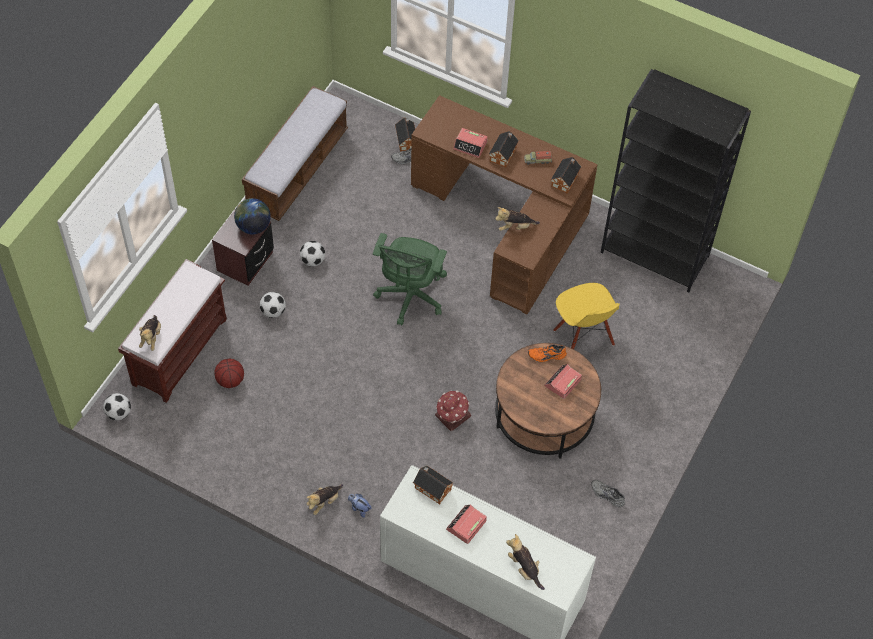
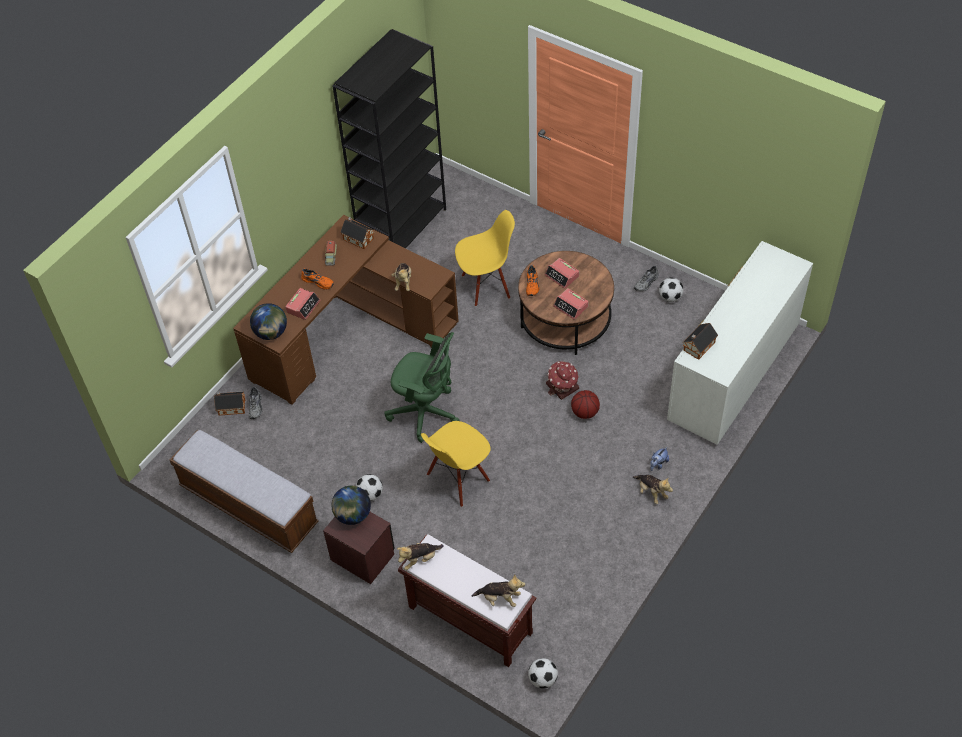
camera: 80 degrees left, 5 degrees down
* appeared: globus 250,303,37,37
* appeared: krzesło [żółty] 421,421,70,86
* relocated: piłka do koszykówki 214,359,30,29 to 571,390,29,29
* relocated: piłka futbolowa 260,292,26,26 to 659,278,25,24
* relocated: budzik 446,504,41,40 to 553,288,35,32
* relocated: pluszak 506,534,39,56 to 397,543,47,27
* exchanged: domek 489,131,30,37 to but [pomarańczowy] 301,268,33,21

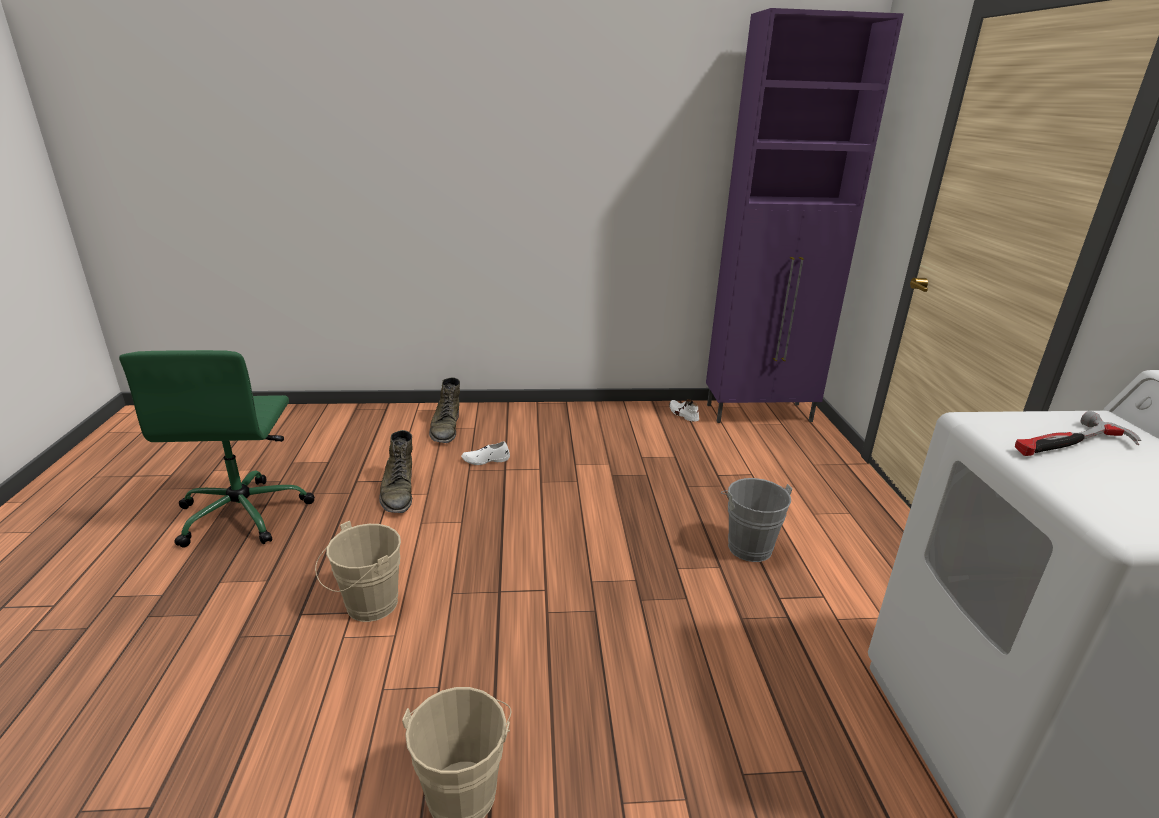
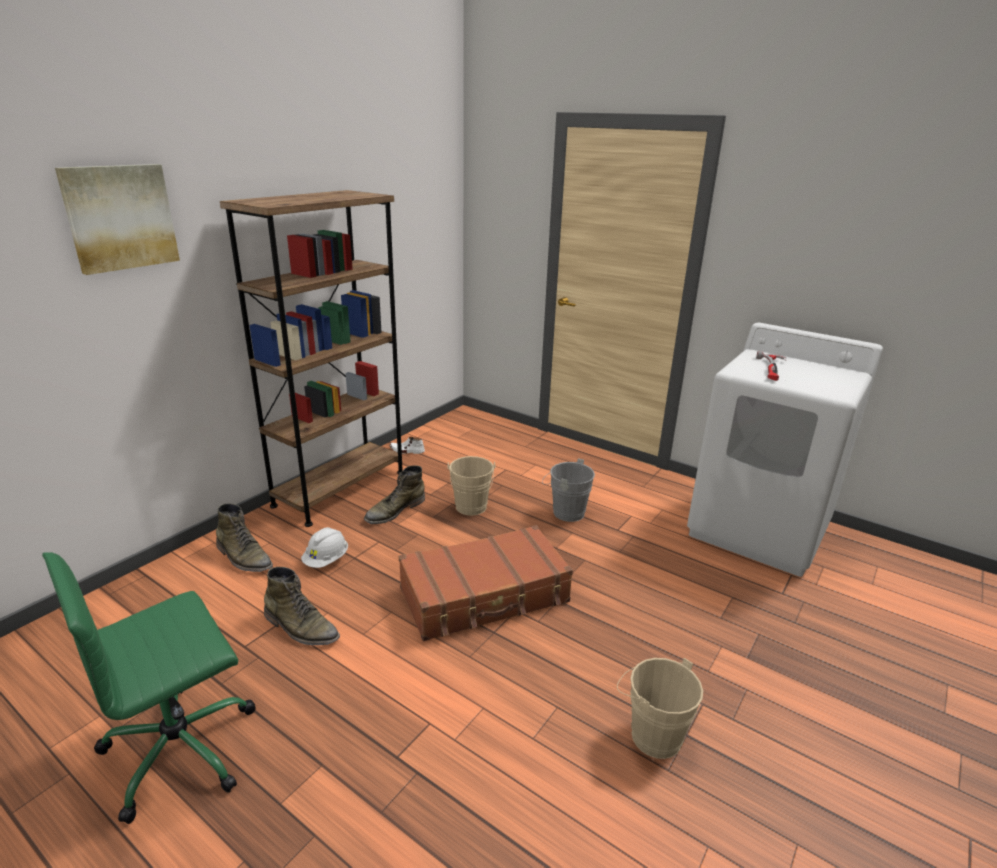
camera: 50 degrees left, 0 degrees up
* missing: szafka [fioletowy] 706,8,198,415
* appeared: obraz 55,164,125,111
* appeared: regał [brązowy] 220,190,183,337
* appeared: but z cholewką [zielony] 364,466,61,58
* appeared: walizka [brązowy] 399,525,174,116
* relocated: wiadro [beżowy] 315,521,86,101 to 448,456,48,60
* exchanged: but [biały] 461,441,49,24 to kask [biały] 301,527,47,41
* spun: krzesło biurowe [zielony] 119,350,196,198 = 42,552,214,272 105 degrees clockwise

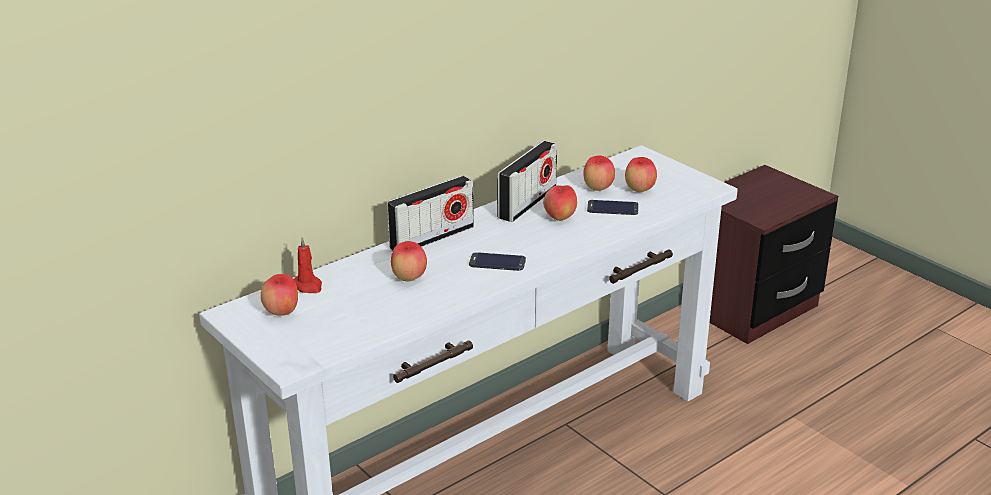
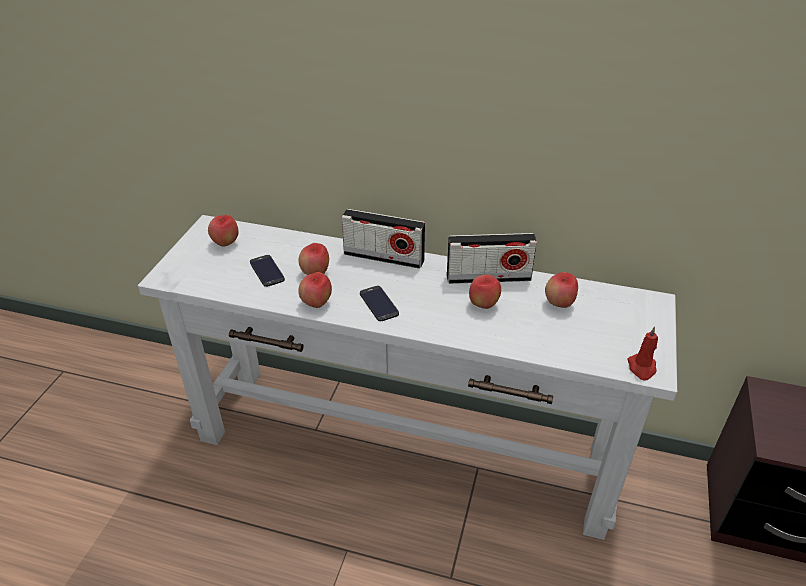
camera: 55 degrees right, 10 degrees up
* relocated: świeca [czerwony] 294,237,28,56 to 627,326,31,55
* relocated: telefon 587,200,52,15 to 250,255,35,32
* relocated: jabłko 625,157,32,35 to 298,272,34,36

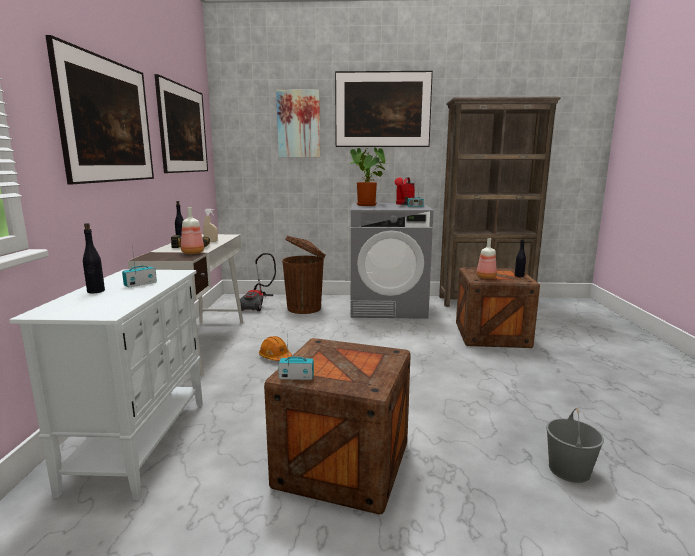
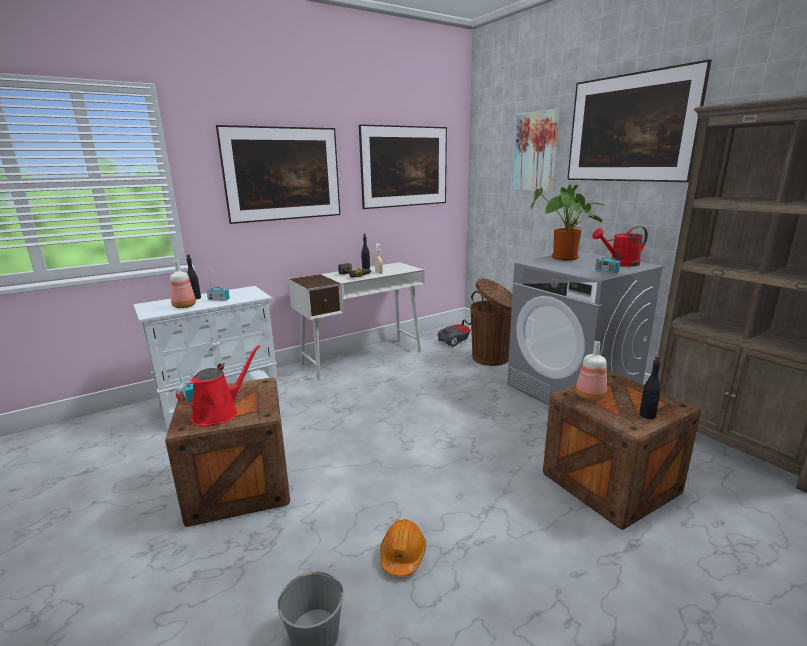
camera: 55 degrees right, 5 degrees up
* appeared: konewka [czerwony] 176,345,85,81
* relocated: butelka 181,207,23,47 to 170,261,26,47
* relocated: kask [pomarańczowy] 259,336,33,25 to 380,519,46,58

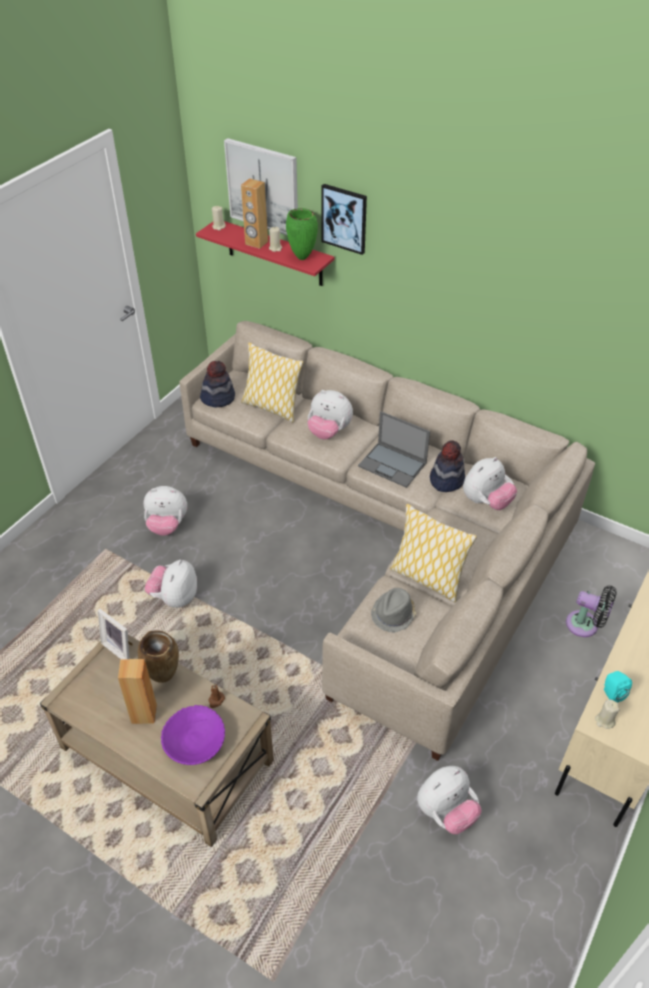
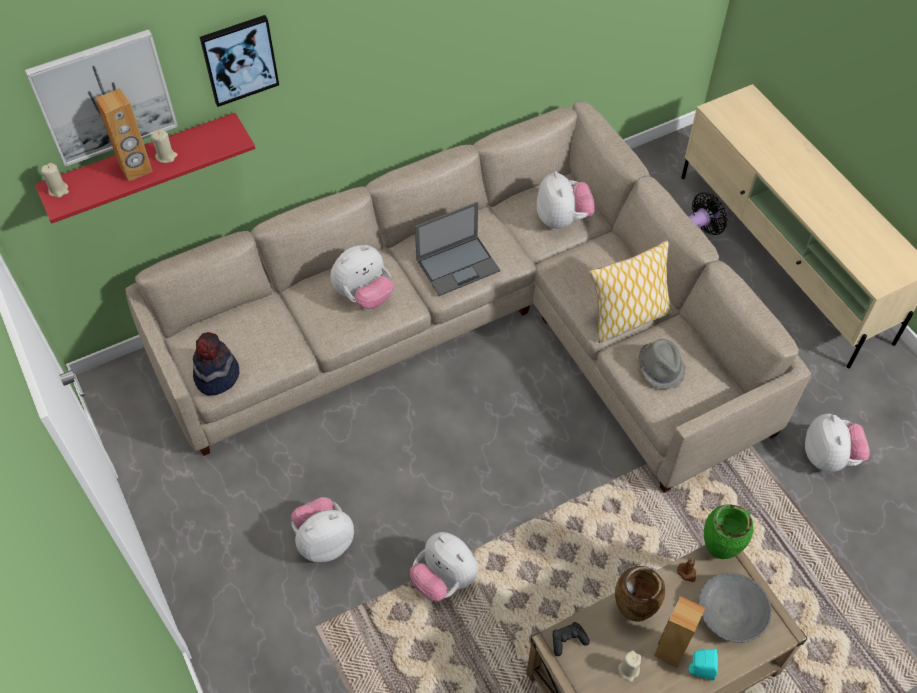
camera: 60 degrees left, 10 degrees up
* missing: poduszka 241,342,63,81
* missing: kapelusz 430,441,35,51
* relocated: wazon [zielony] 286,208,32,52 to 704,504,49,55
* relocated: świeca [beżowy] 595,699,24,30 to 618,650,23,32
* relocated: głośnik [turkusowy] 604,671,28,32 to 687,649,31,31
* exchanged: ramka na zdjęcie 98,609,35,50 to pad do gier [czarny] 553,622,37,34
* colour: miska [fioletowy] 161,705,64,60 to miska [szary] 698,572,74,71
* spun: pluszak 144,486,43,50 = 291,497,63,65 150 degrees counterclockwise

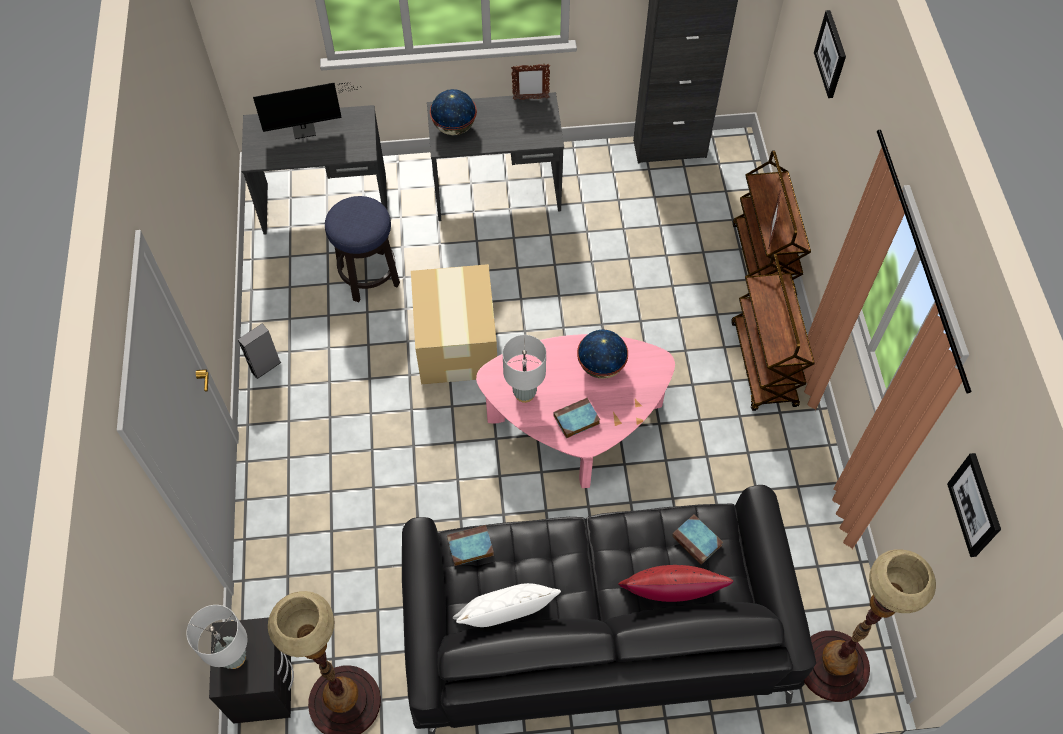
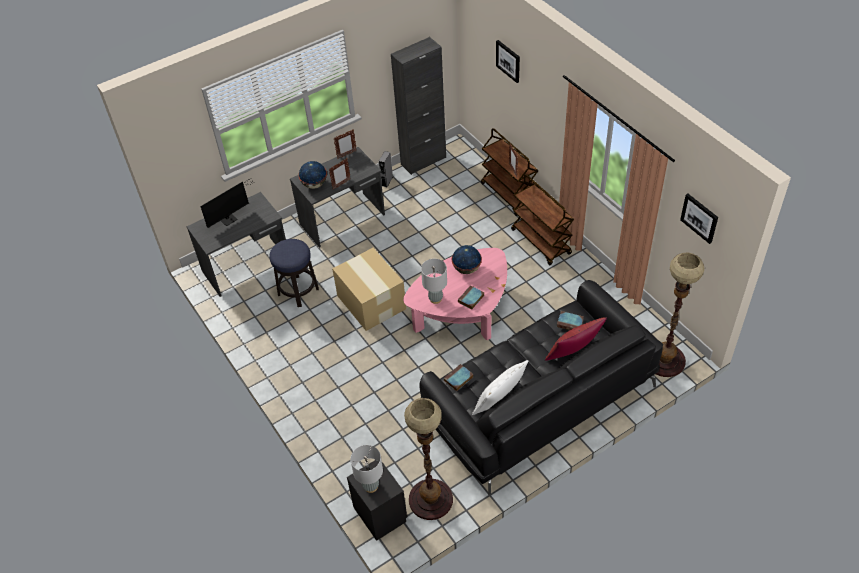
camera: 25 degrees left, 10 degrees down
* appeared: ramka na zdjęcie 329,158,22,32
* relocated: głośnik [szary] 238,324,43,55 to 379,151,14,36

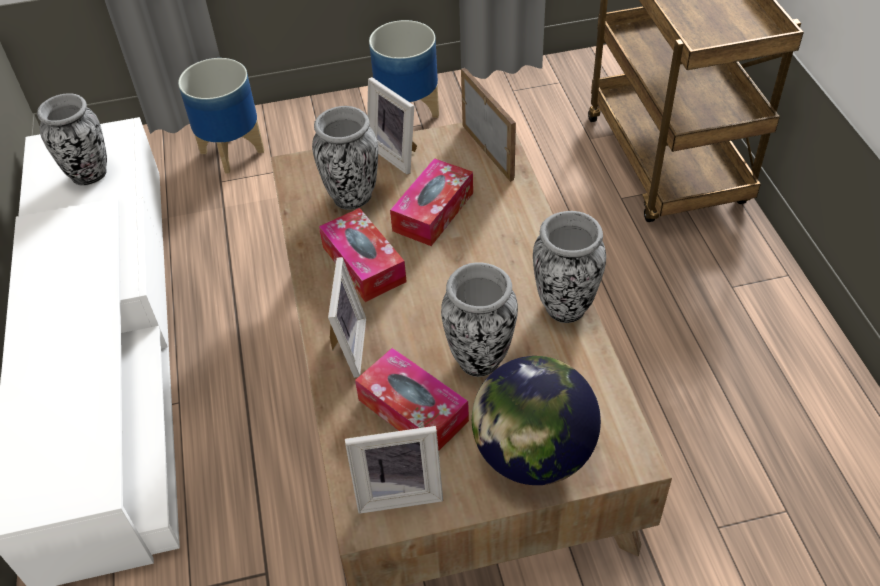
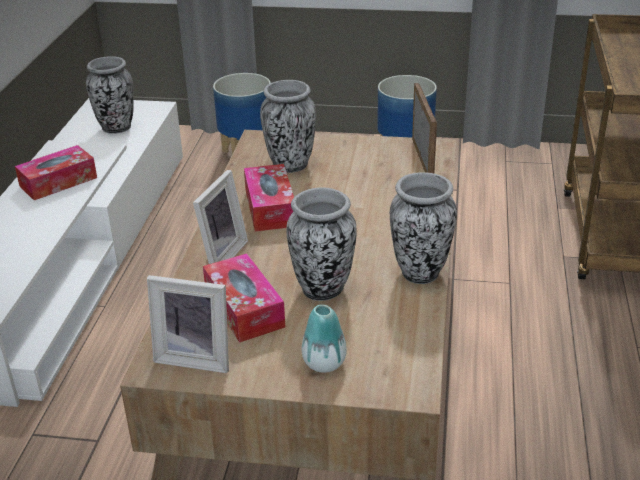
camera: 20 degrees right, 15 degrees down
* missing: ramka na zdjęcie 367,77,50,98
* relocated: pudełko chusteczek 390,158,83,88 to 15,145,82,55
* exchanged: globus 472,356,129,129 to wazon 302,305,45,68

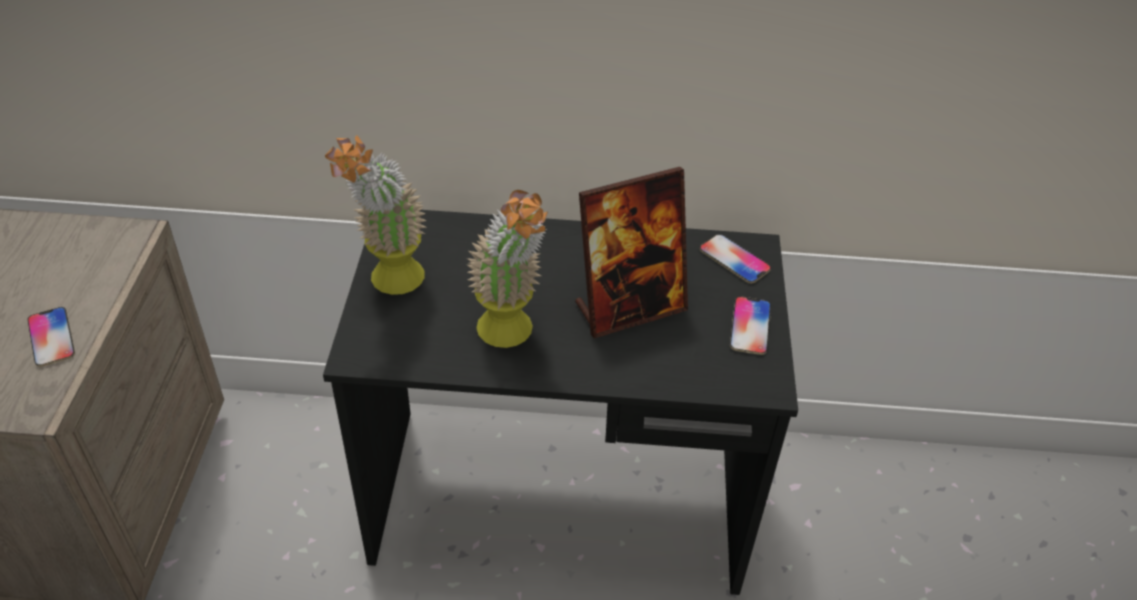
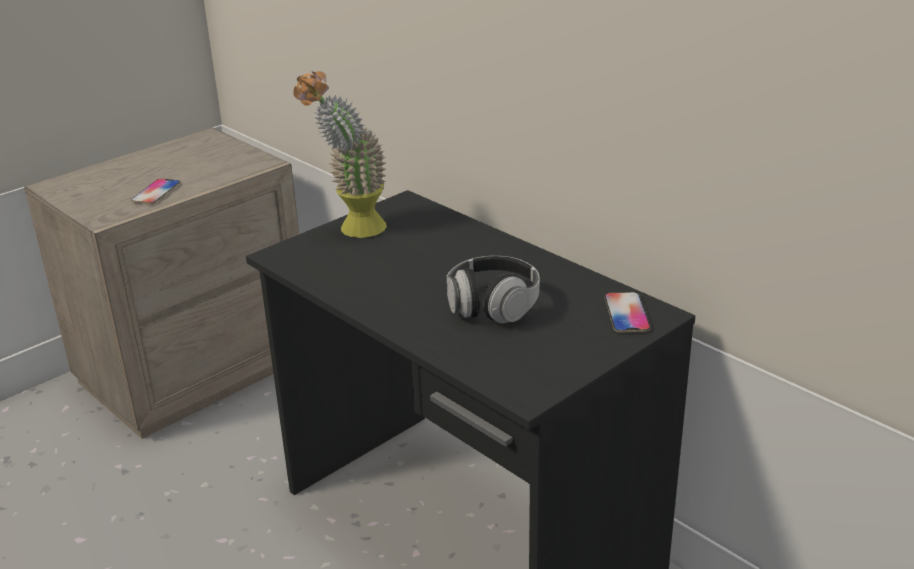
camera: 45 degrees right, 15 degrees down
* missing: roślina doniczkowa 467,190,81,158
* missing: telefon 730,296,41,59
* exchanged: ramka na zdjęcie 575,167,113,172 to słuchawki 447,256,93,67

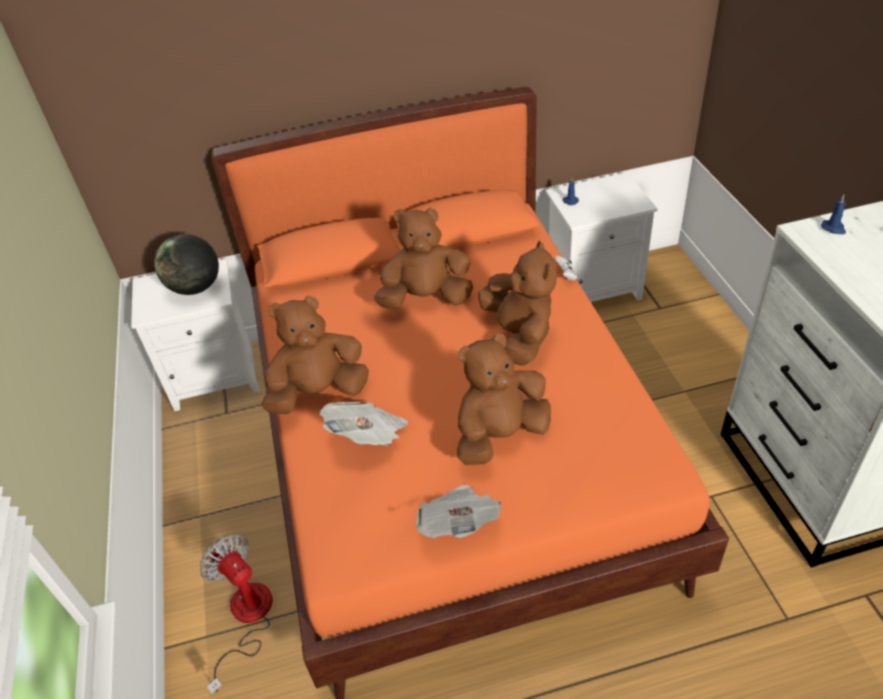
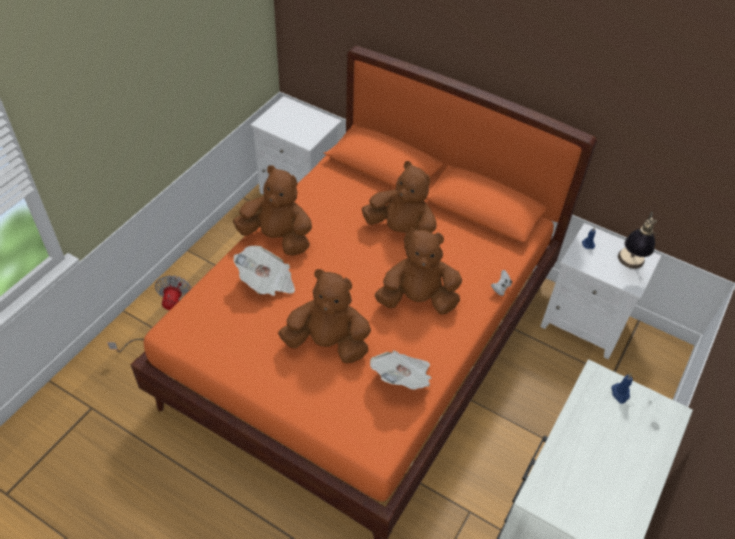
camera: 40 degrees right, 5 degrees up
* missing: globus 154,234,65,61
* appeared: lampa stołowa 618,211,39,58
* relocated: gazeta 416,485,86,53 to 370,350,61,40
* spun: pluszak [brązowy] 478,241,79,124 = 375,228,87,87 120 degrees counterclockwise

